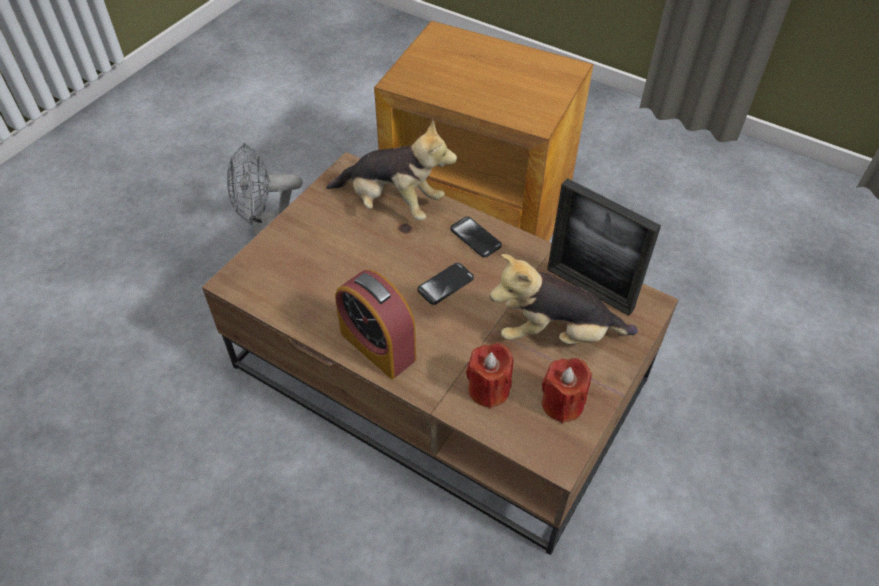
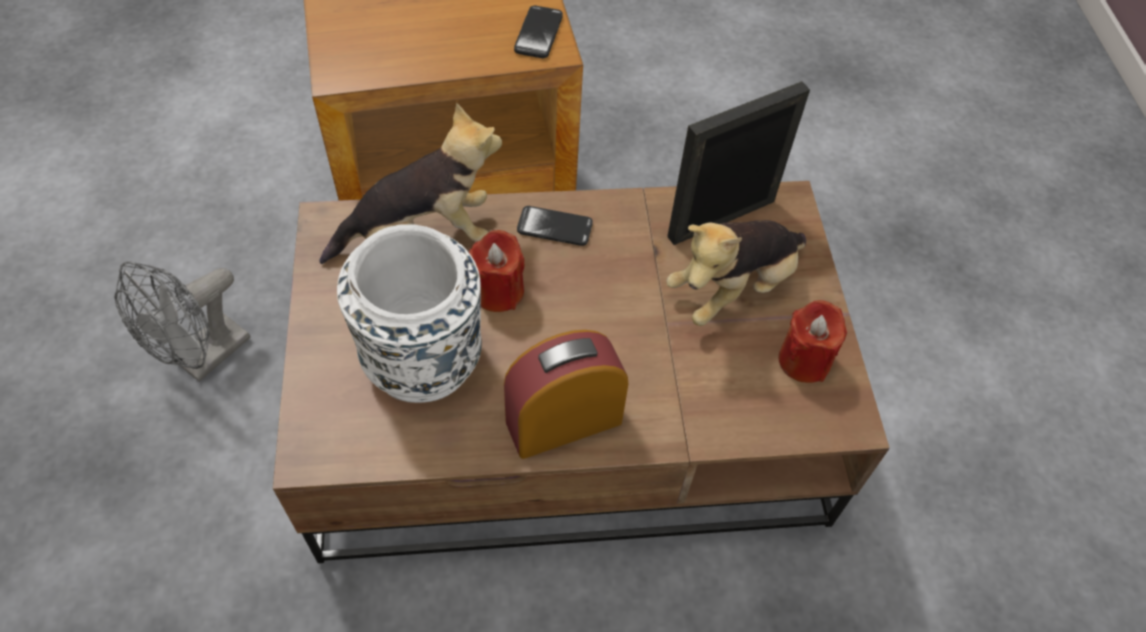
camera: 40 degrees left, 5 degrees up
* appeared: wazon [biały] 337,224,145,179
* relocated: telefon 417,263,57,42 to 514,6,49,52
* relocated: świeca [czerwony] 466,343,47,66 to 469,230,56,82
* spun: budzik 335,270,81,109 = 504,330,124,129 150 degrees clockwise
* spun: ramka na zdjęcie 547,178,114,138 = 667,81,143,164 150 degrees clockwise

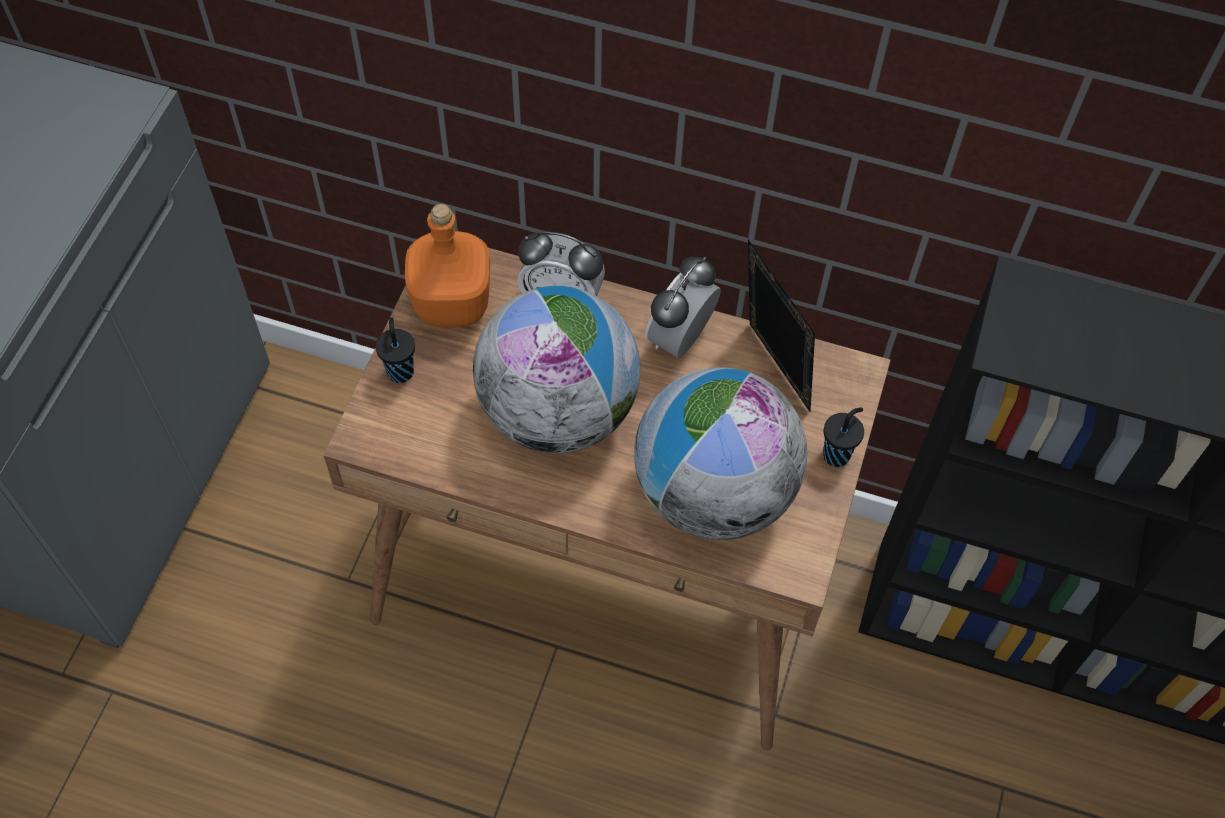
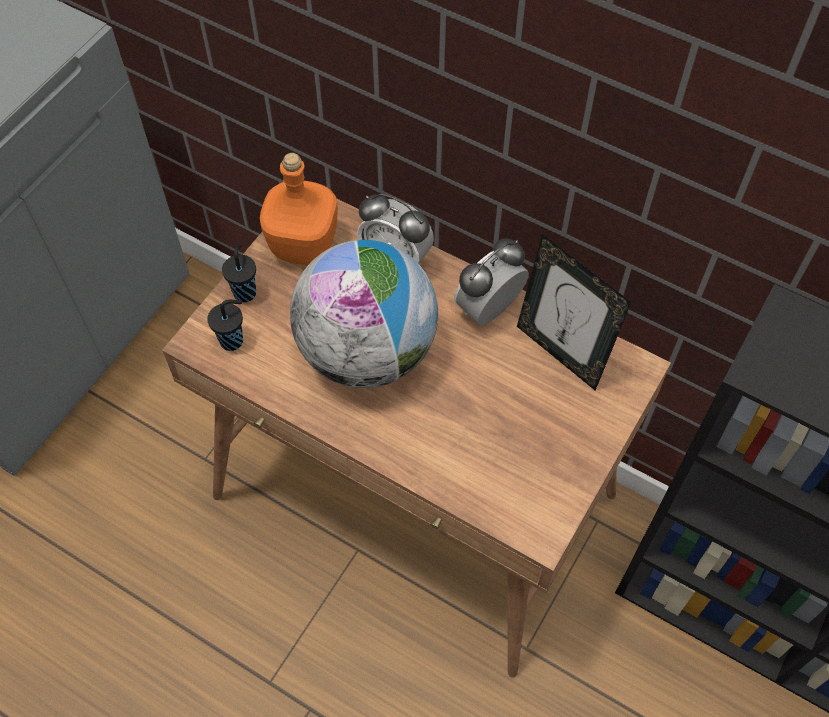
camera: 15 degrees right, 0 degrees up
* missing: globus 634,367,173,173
* relocated: filiżanka [czarny] 823,407,41,60 to 207,300,36,51
* spun: ramka na zdjęcie 748,239,67,173 = 517,234,114,157 150 degrees clockwise

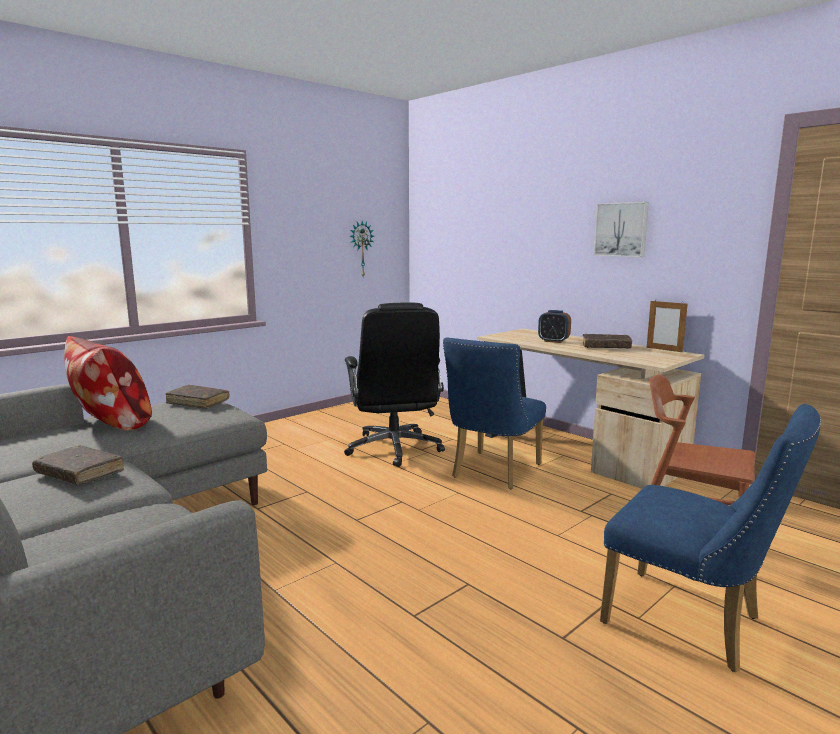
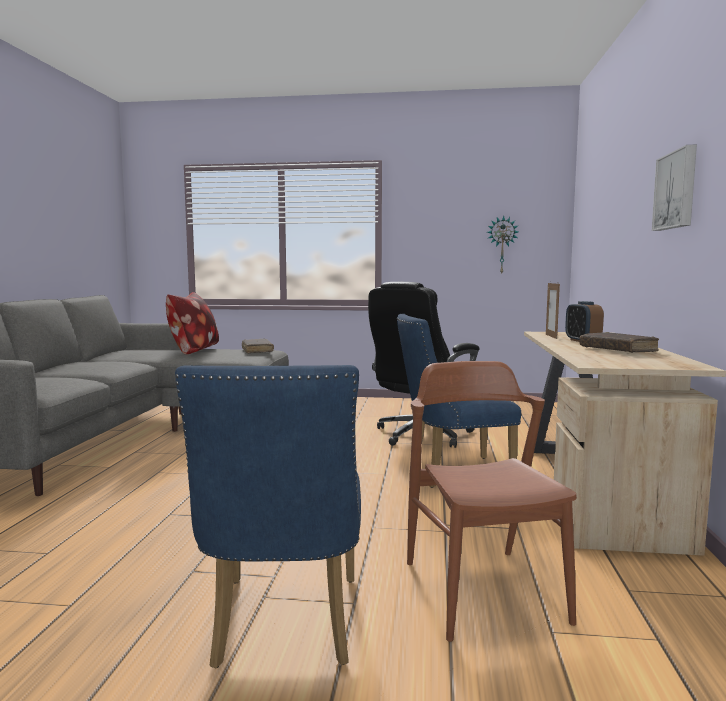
camera: 50 degrees right, 5 degrees down
* missing: książka [brązowy] 32,445,92,40
* relocated: ramka na zdjęcie 647,301,41,51 to 546,281,14,58

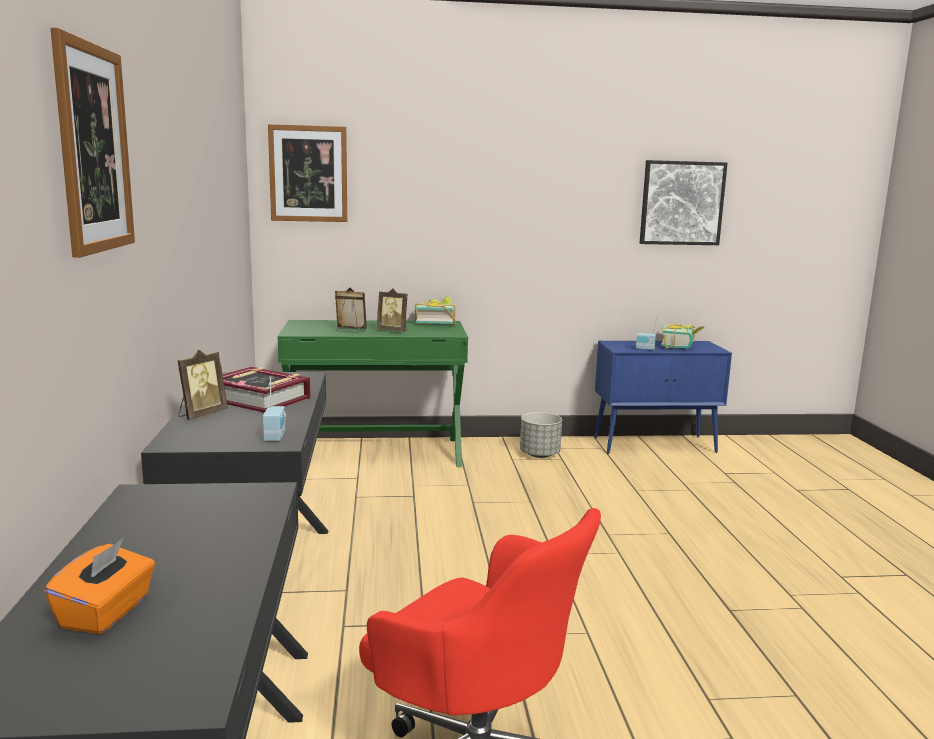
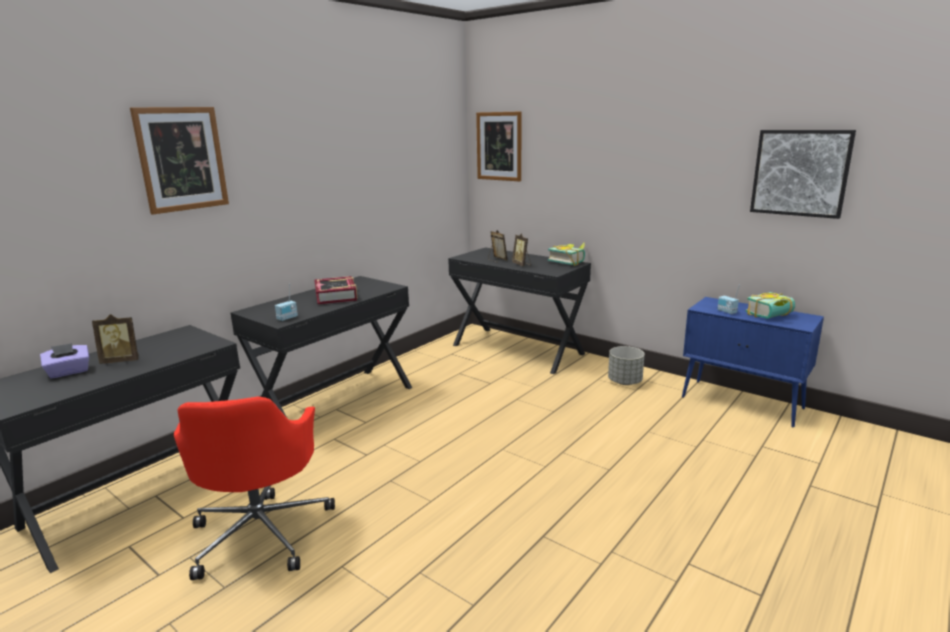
camera: 45 degrees right, 5 degrees up
* relocated: ramka na zdjęcie 178,349,50,71 to 92,314,47,50
* colour: pudełko chusteczek [pomarańczowy] 44,539,111,95 to pudełko chusteczek [fioletowy] 40,343,49,36
* colour: biurko [zielony] 277,320,191,147 to biurko [czarny] 448,247,143,127

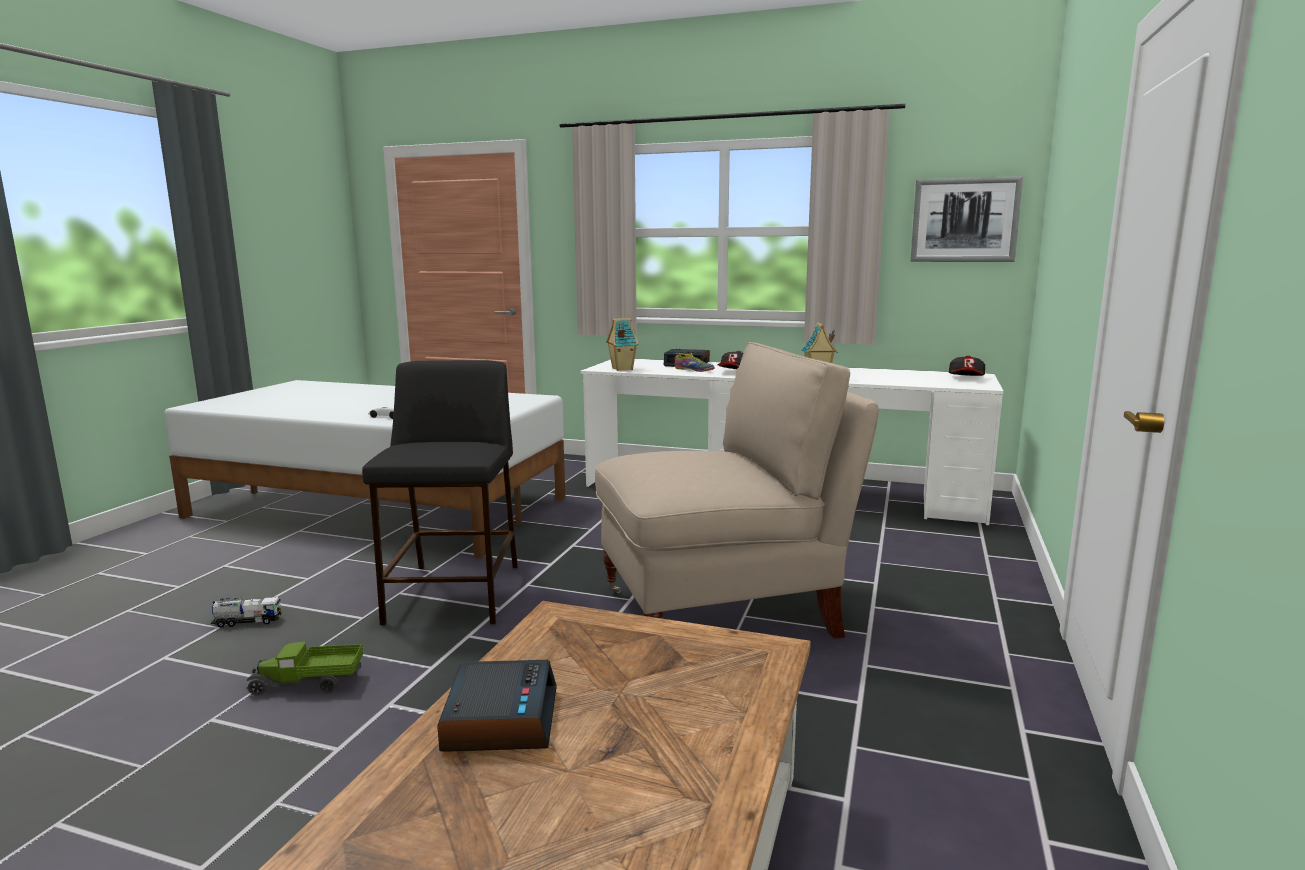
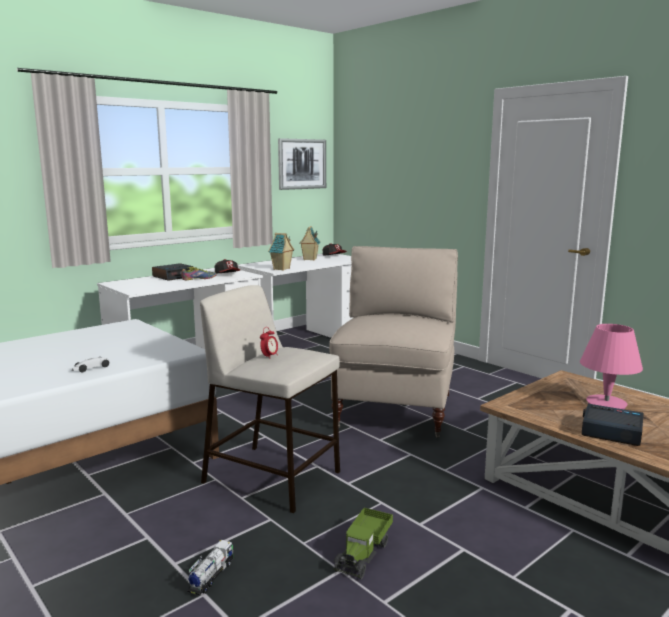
camera: 60 degrees left, 0 degrees up
* appeared: budzik 260,327,18,32
* appeared: lampa stołowa [różowy] 580,324,63,85
* relocated: domek 606,318,33,53 to 299,226,22,35
* colour: stołek [czarny] 362,360,156,265 to stołek [beżowy] 200,285,140,228

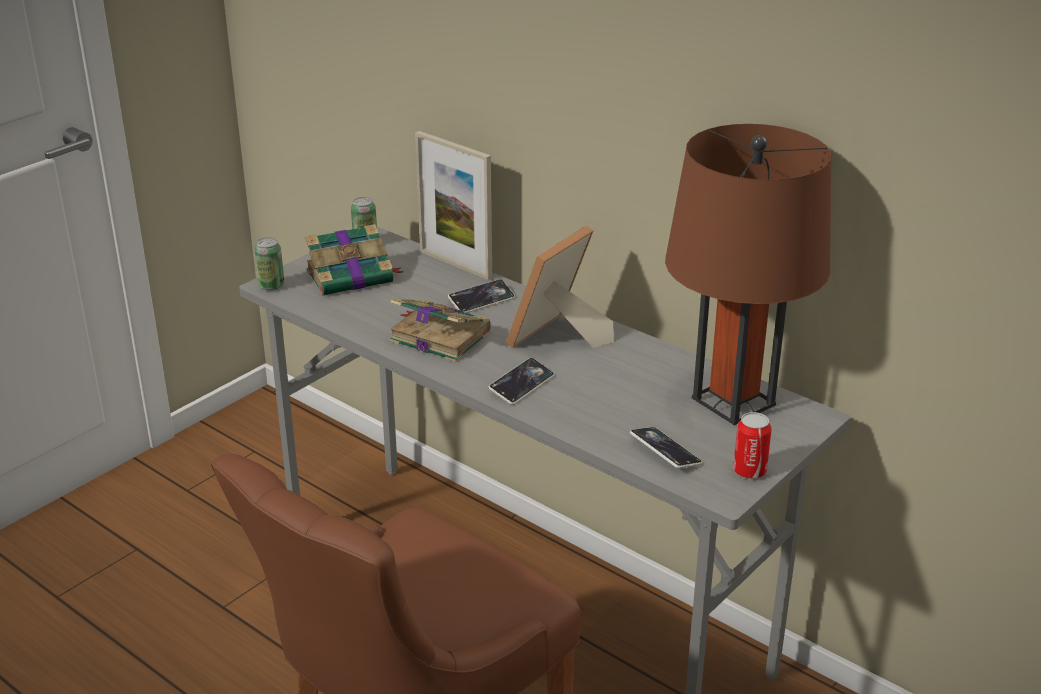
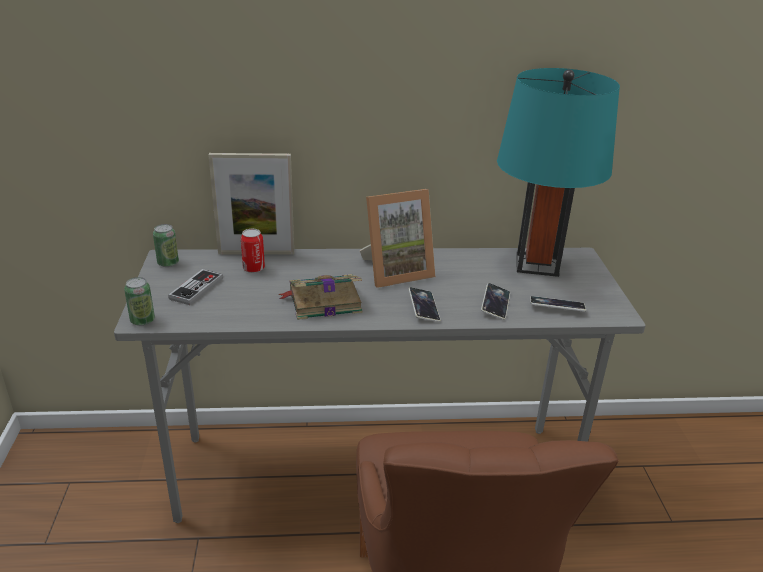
camera: 45 degrees left, 0 degrees up
* relocated: telefon 448,279,67,34 to 481,283,29,37
* relocated: puszka 733,412,38,67 to 241,229,24,44
* exchanged: książka 305,224,99,72 to pad do gier 168,269,55,36
* colour: lampa stołowa [brązowy] 665,124,166,301 to lampa stołowa [turkusowy] 497,68,123,209
* spun: ramka na zdjęcie 506,225,108,123 = 360,189,75,99 105 degrees counterclockwise

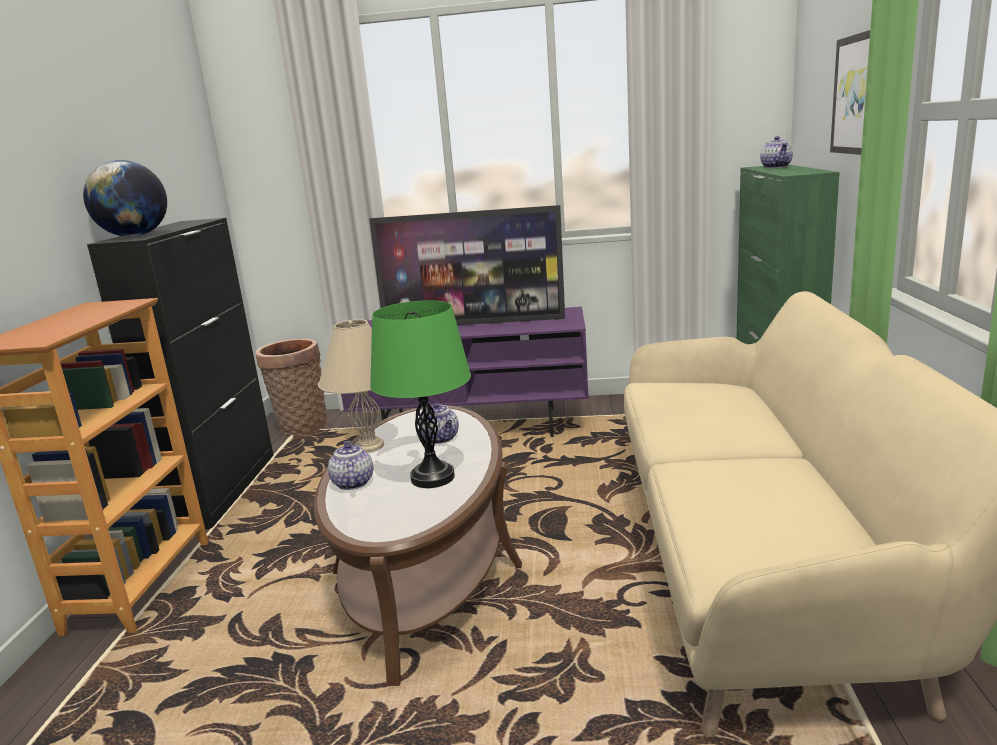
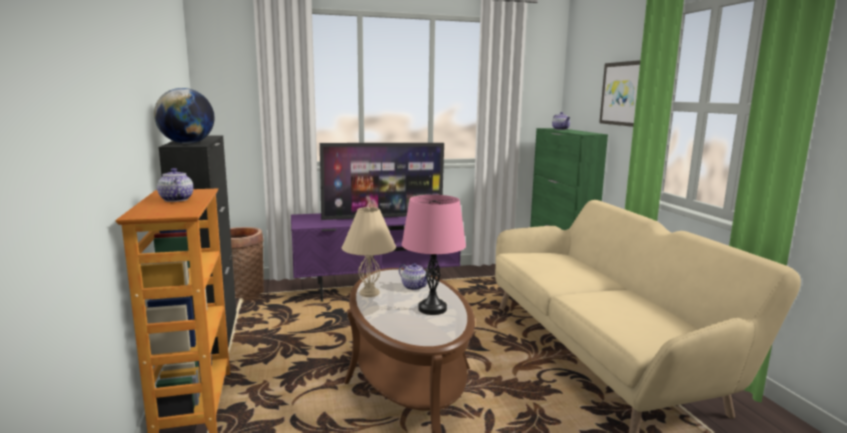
camera: 20 degrees left, 5 degrees down
* relocated: imbryk 328,440,45,50 to 157,168,36,34
* colour: lampa stołowa [zielony] 370,300,101,188 to lampa stołowa [różowy] 402,195,64,120

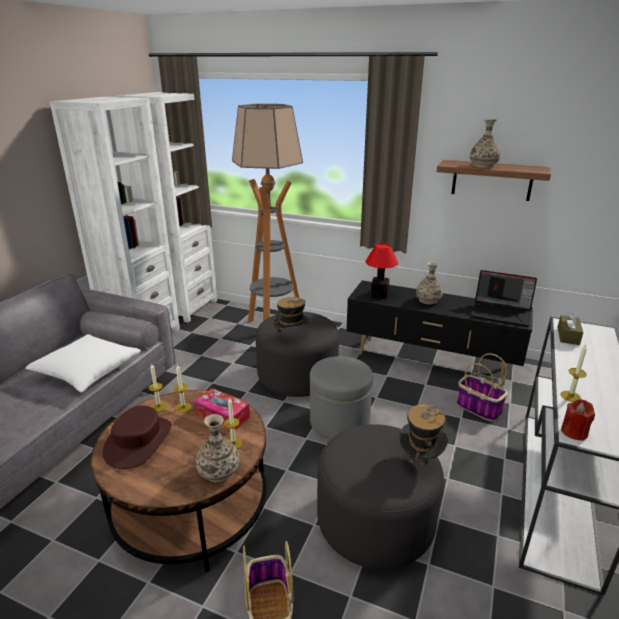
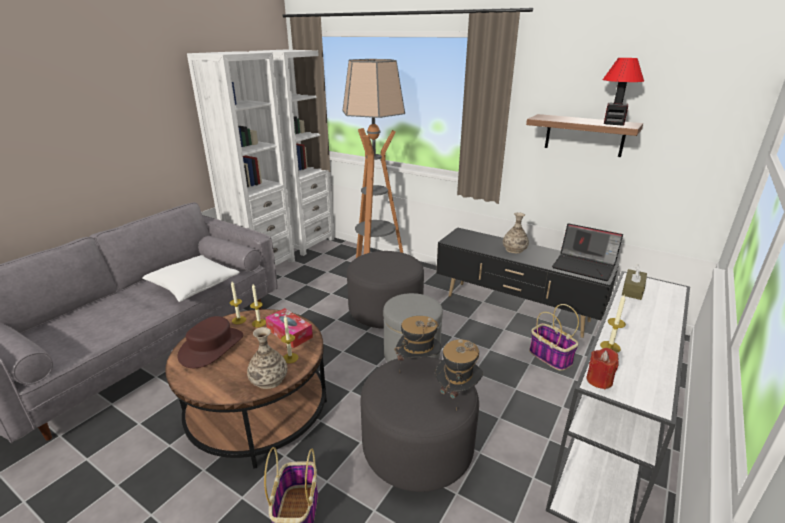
camera: 10 degrees right, 0 degrees up
* missing: wazon 470,119,30,49
* relocated: kapelusz 273,297,36,45 to 394,316,48,45
* relocated: lampa stołowa 365,243,33,56 to 603,58,41,68

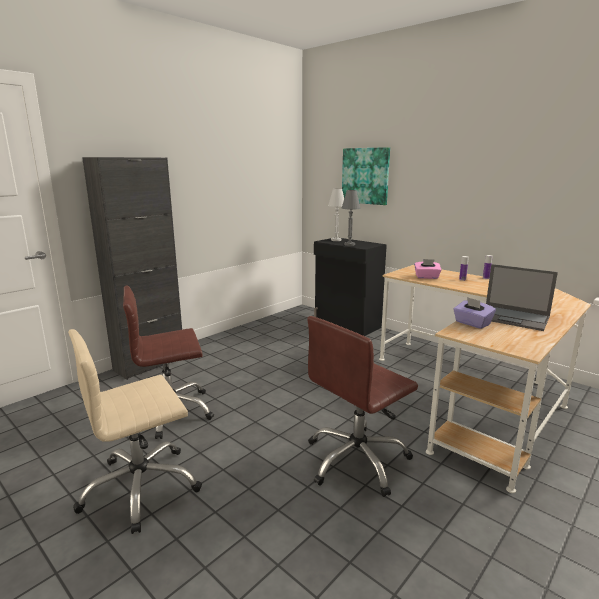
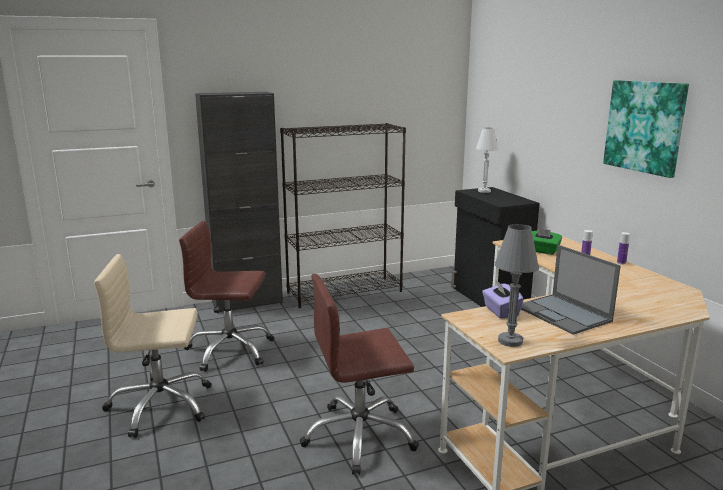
camera: 25 degrees right, 0 degrees up
* appeared: regał [czarny] 280,123,126,185
* relocated: obraz 342,147,48,58 to 603,80,86,98
* relocated: lampa stołowa [szary] 342,190,19,56 to 495,224,44,123
* colour: pudełko chusteczek [różowy] 414,259,28,20 to pudełko chusteczek [zielony] 532,228,30,27

